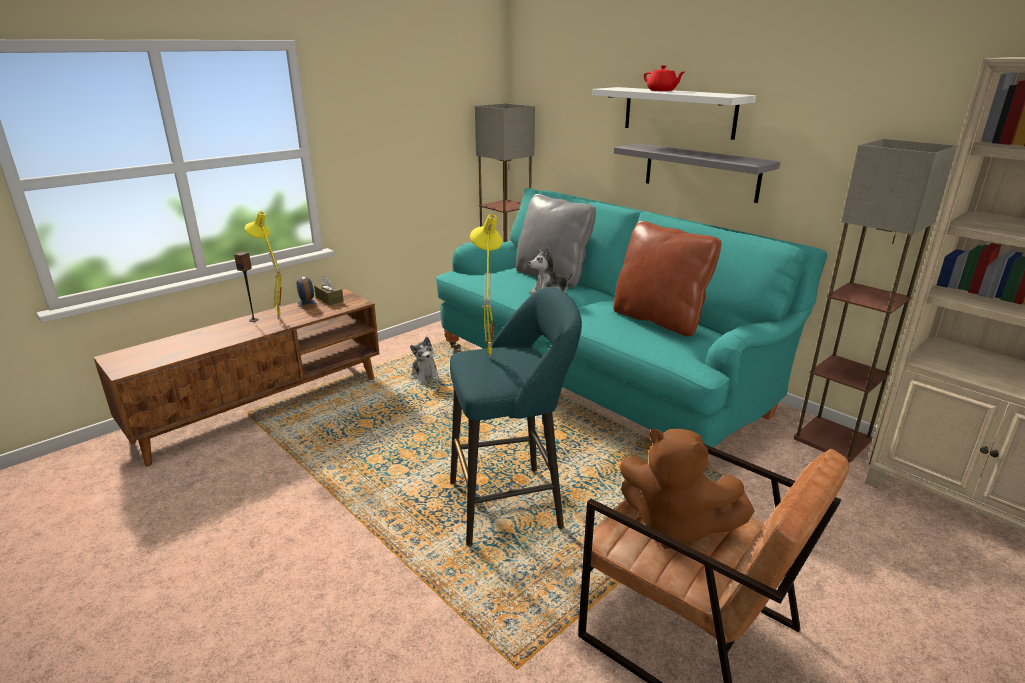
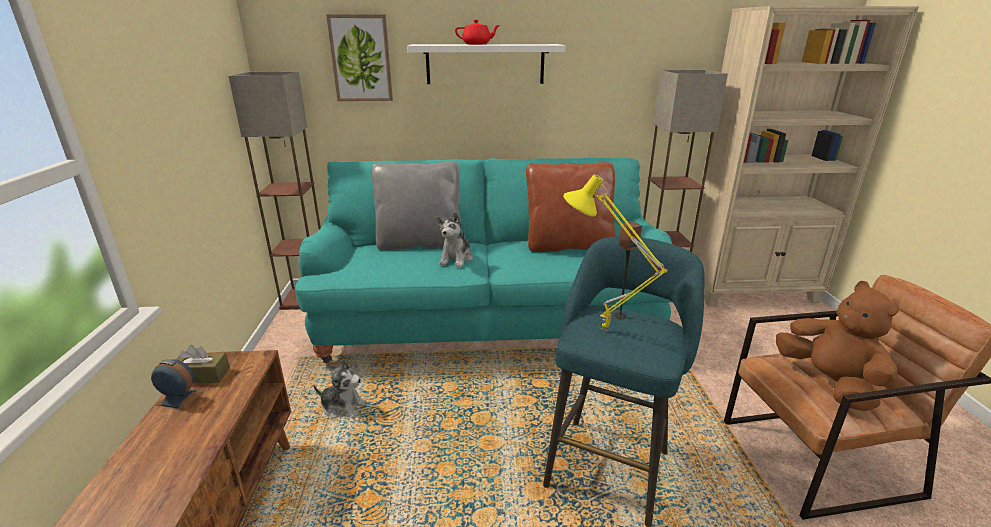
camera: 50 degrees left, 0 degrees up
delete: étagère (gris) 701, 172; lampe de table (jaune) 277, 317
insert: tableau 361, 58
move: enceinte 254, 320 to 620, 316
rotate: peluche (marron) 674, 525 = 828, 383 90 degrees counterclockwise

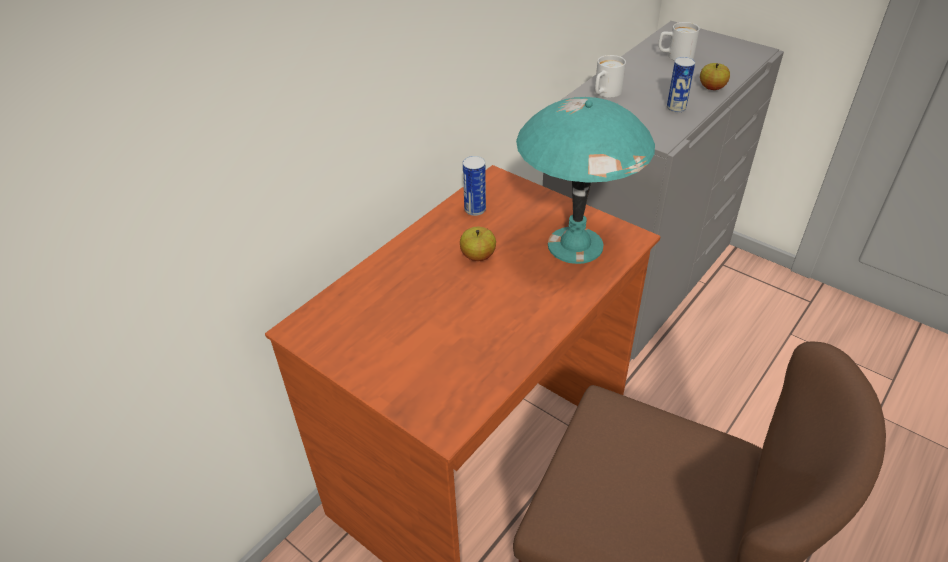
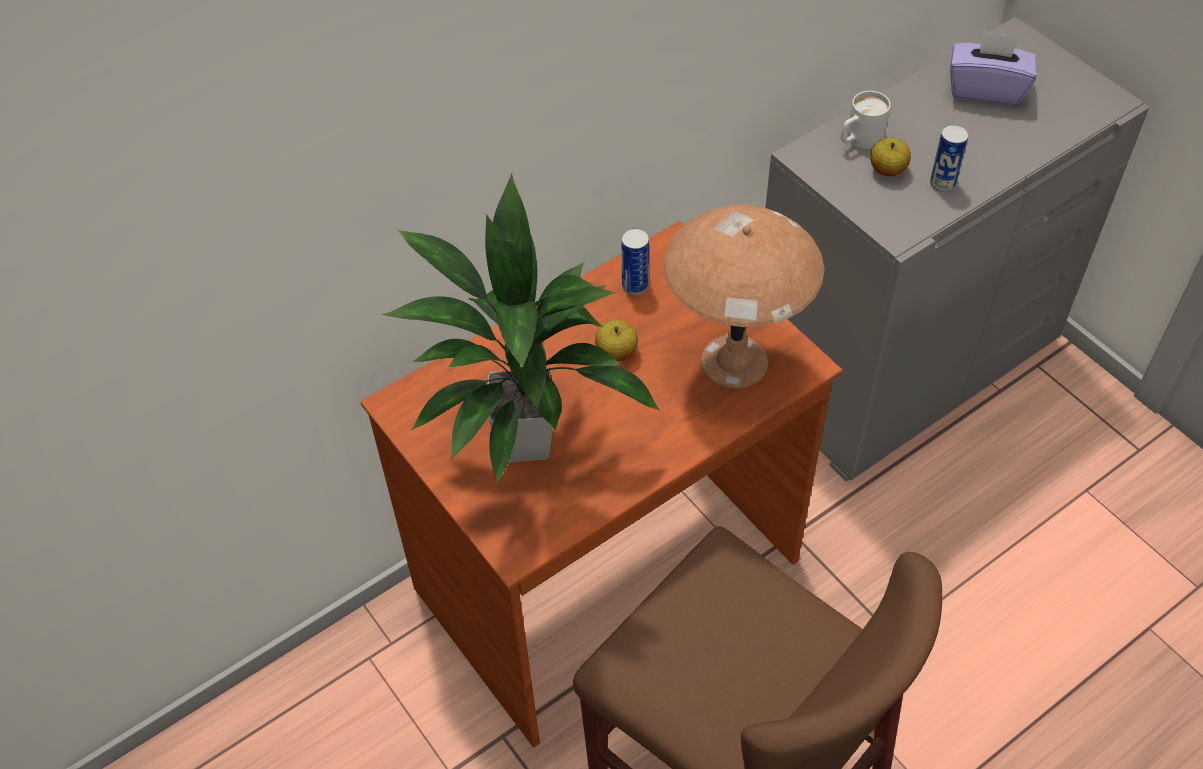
camera: 15 degrees right, 10 degrees up
insert: plante en pot 524, 445
move: pomme 712, 88 to 887, 170
replace: mug (blanc) 674, 56 to boîte à mouchoirs (violet) 986, 89
recolor: lampe de table (turquoise) 574, 244 to lampe de table (marron) 733, 361

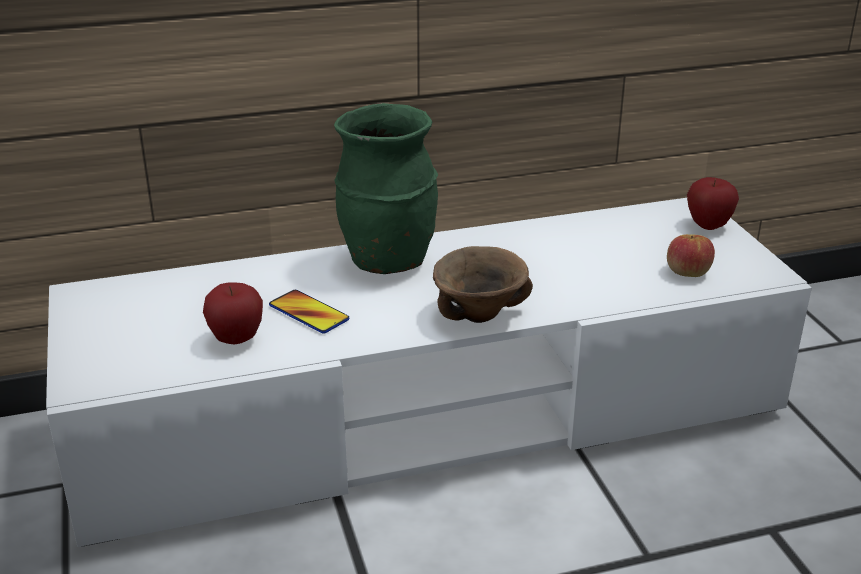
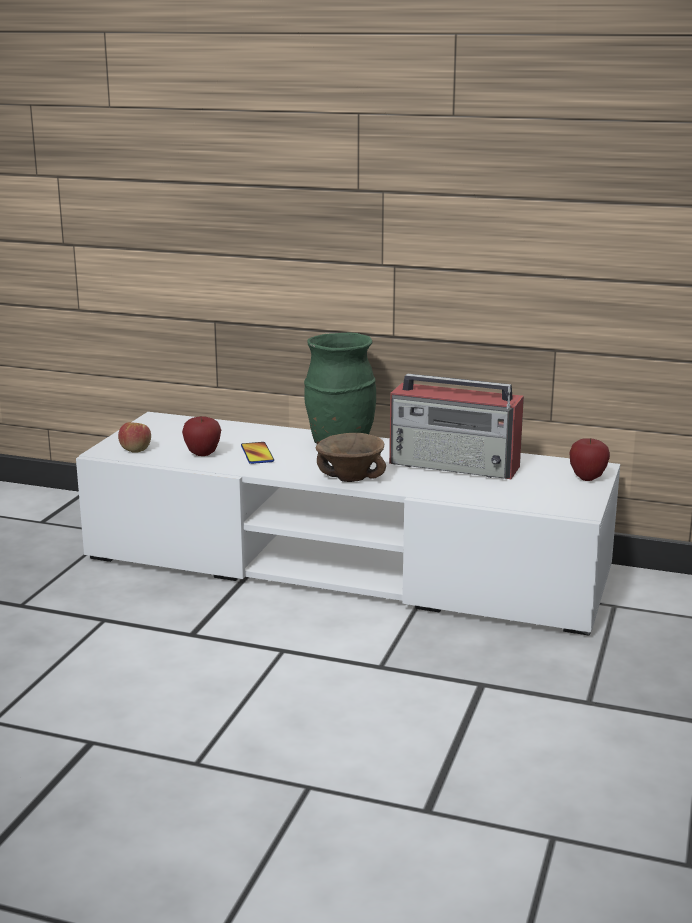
camera: 35 degrees right, 10 degrees down
insert: radio 455, 465
move: pomme 687, 272 to 135, 449

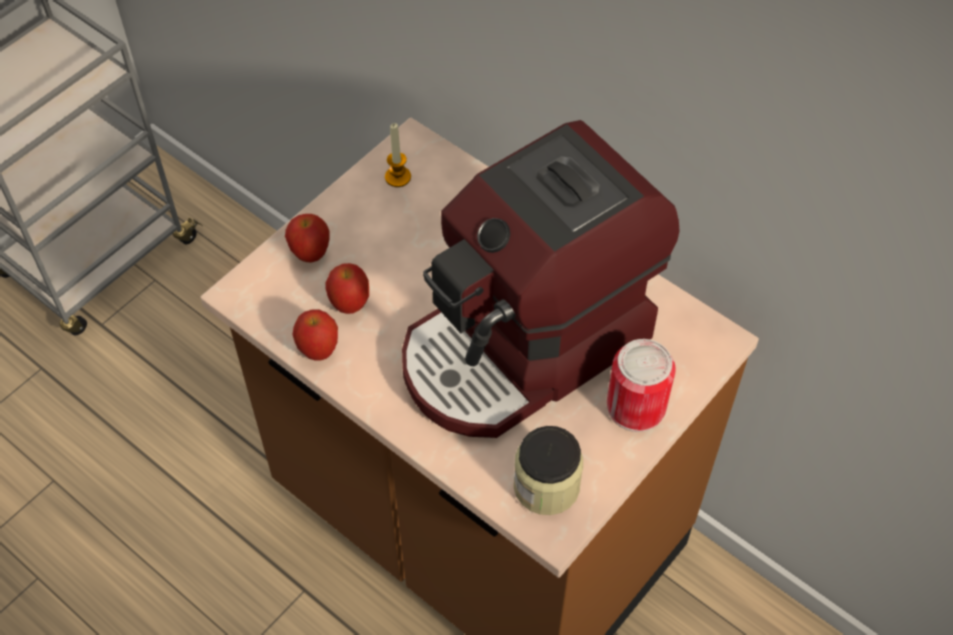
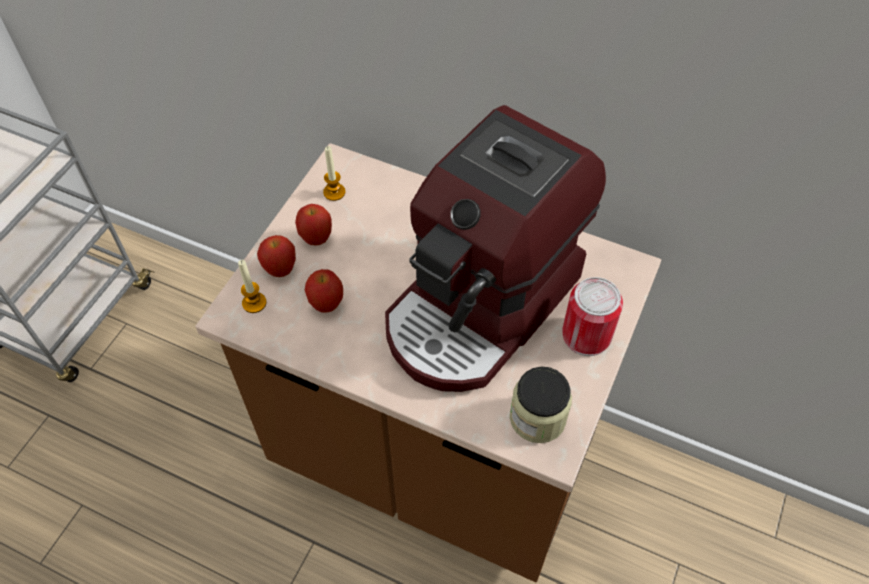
camera: 15 degrees left, 0 degrees up
insert: bougie 254, 303
move: pomme 319, 350 to 316, 239

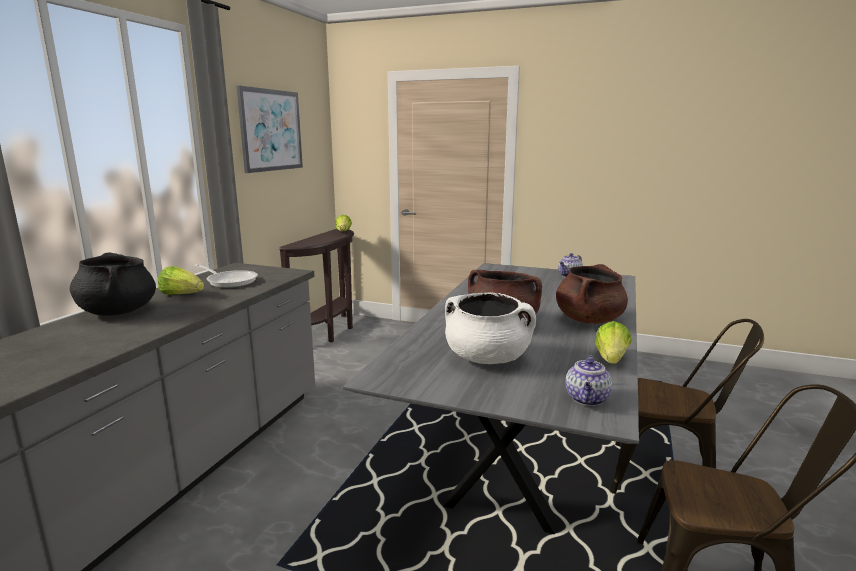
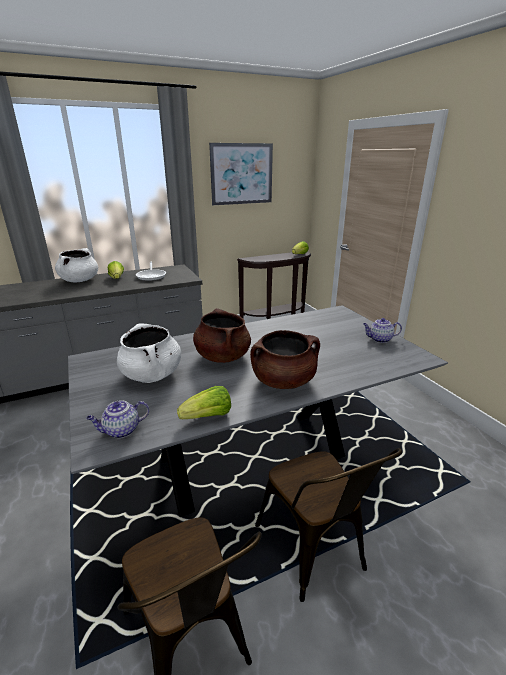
camera: 45 degrees right, 10 degrees up
recolor: marmite (noir) 118, 311 to marmite (blanc) 80, 280

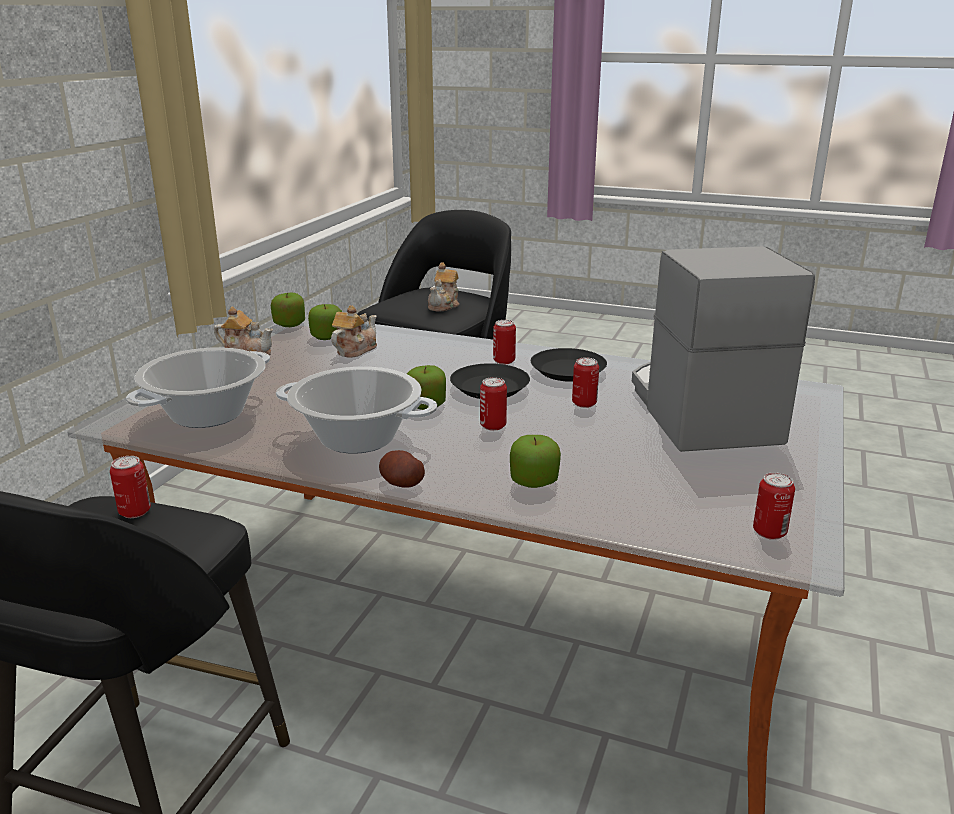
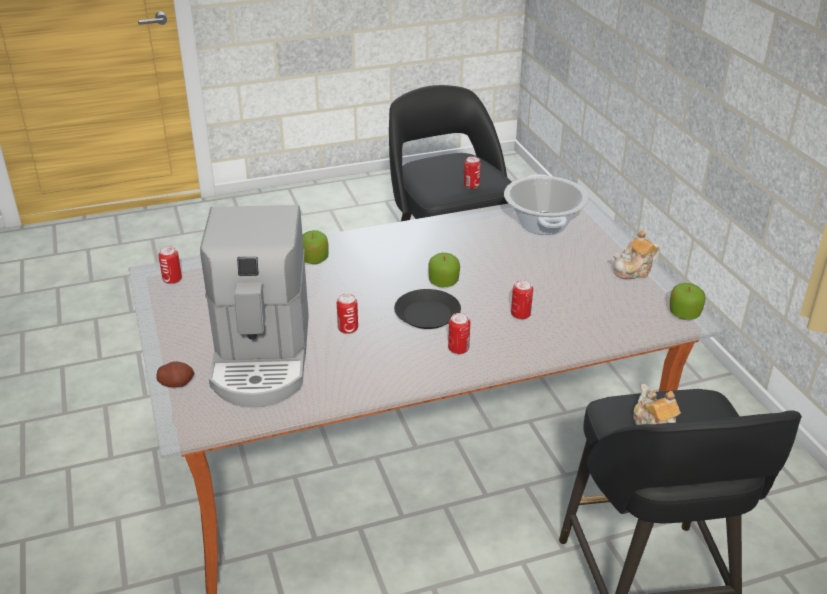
camera: 140 degrees right, 10 degrees up
delete: pomme 327, 336; théière 355, 350; assiette (noir) 569, 371; marmite 357, 438
move: boîte métallique 493, 426 to 520, 315; pomme de terre 401, 483 to 176, 383
rotate: machine à café 699, 411 = 262, 357 45 degrees clockwise

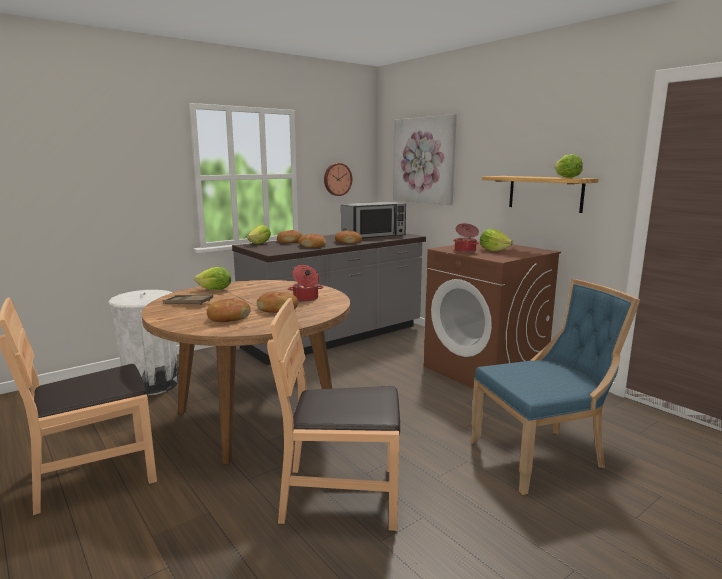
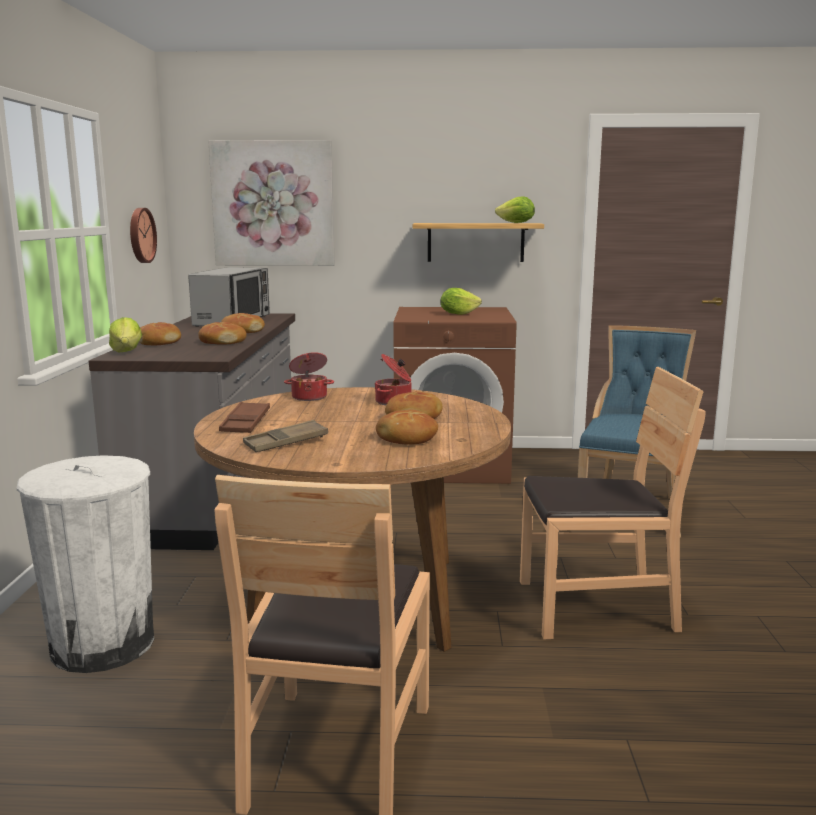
camera: 50 degrees left, 0 degrees up
move: marmite 465, 251 to 309, 397
replace: laitue 215, 290 to plateau (marron) 245, 423
rotate: chaise (marron) 341, 495 = 595, 606 135 degrees counterclockwise

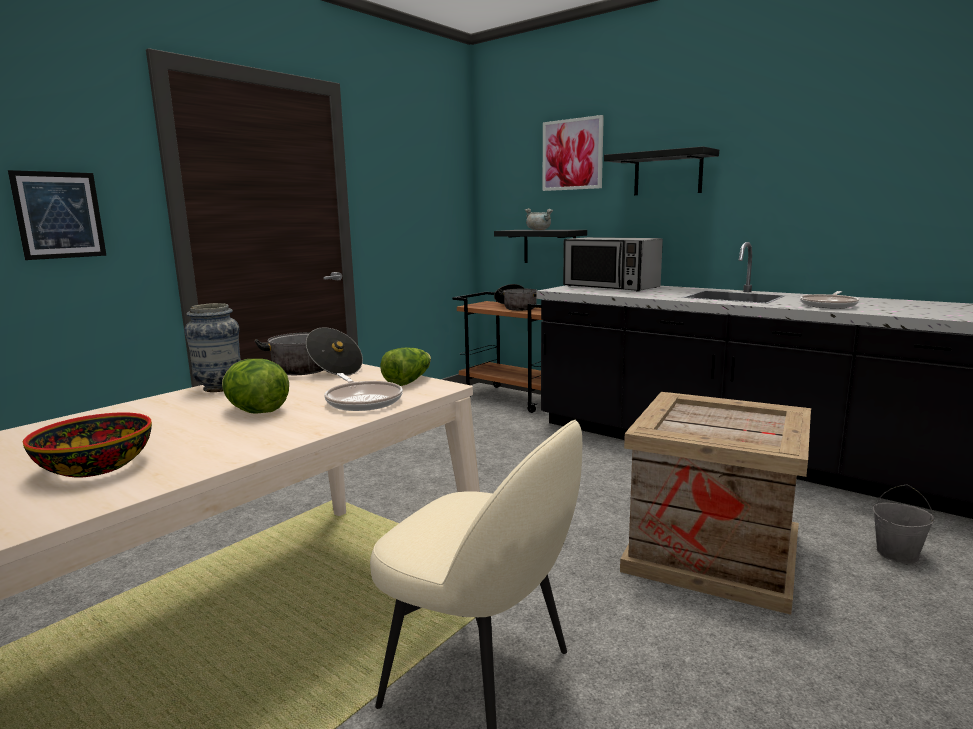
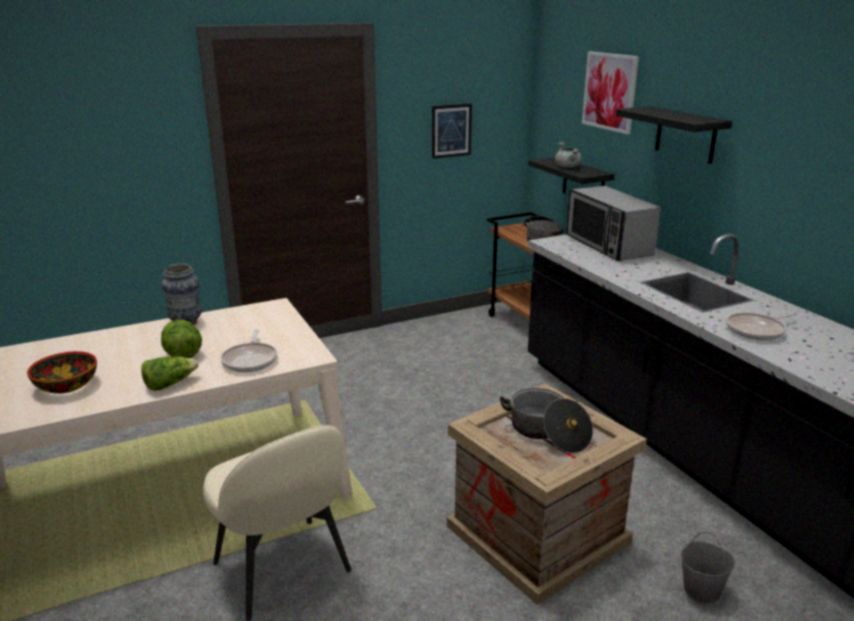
camera: 25 degrees right, 10 degrees up
move: tableau 59, 215 to 451, 131; marmite 314, 370 to 547, 432; laitue 408, 381 to 169, 384

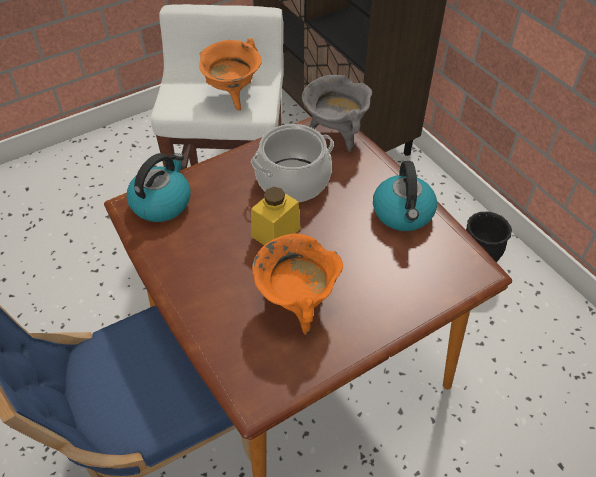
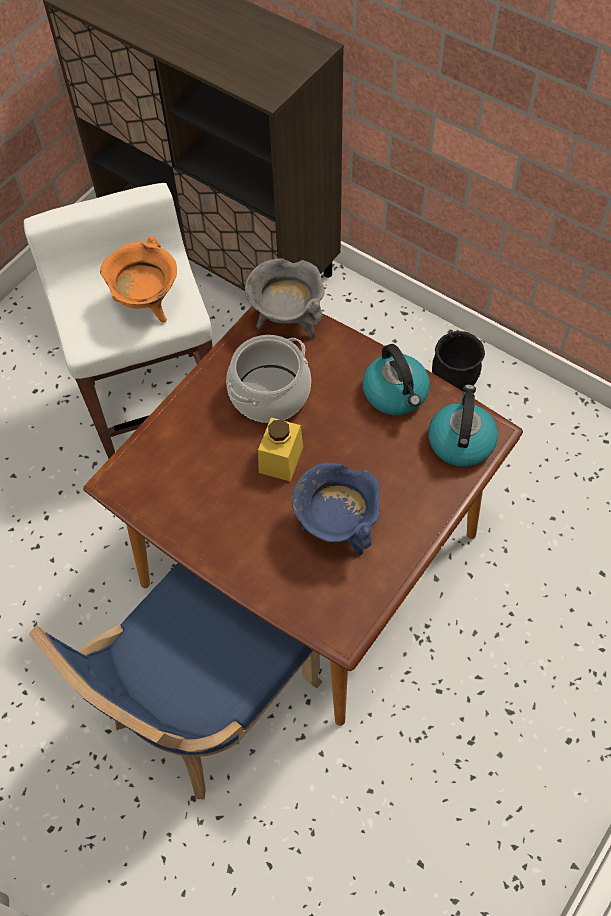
camera: 20 degrees left, 10 degrees up
move: bouilloire 161, 202 to 460, 441
recolor: marmite (orange) 296, 304 to marmite (bleu) 337, 528

